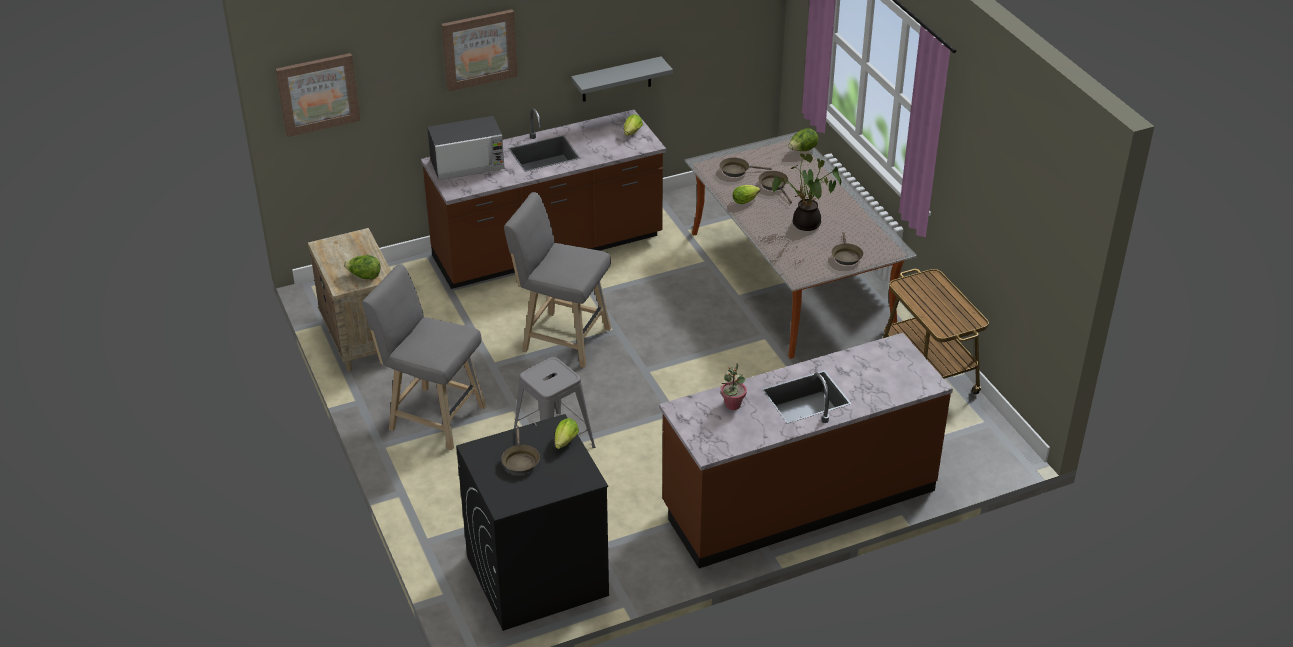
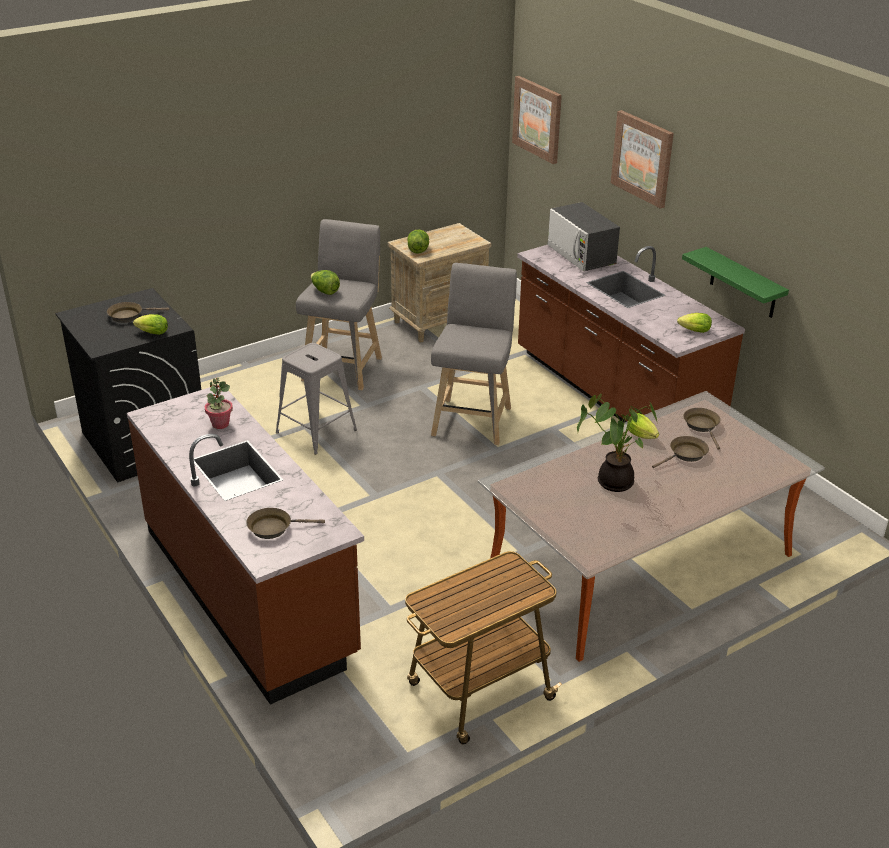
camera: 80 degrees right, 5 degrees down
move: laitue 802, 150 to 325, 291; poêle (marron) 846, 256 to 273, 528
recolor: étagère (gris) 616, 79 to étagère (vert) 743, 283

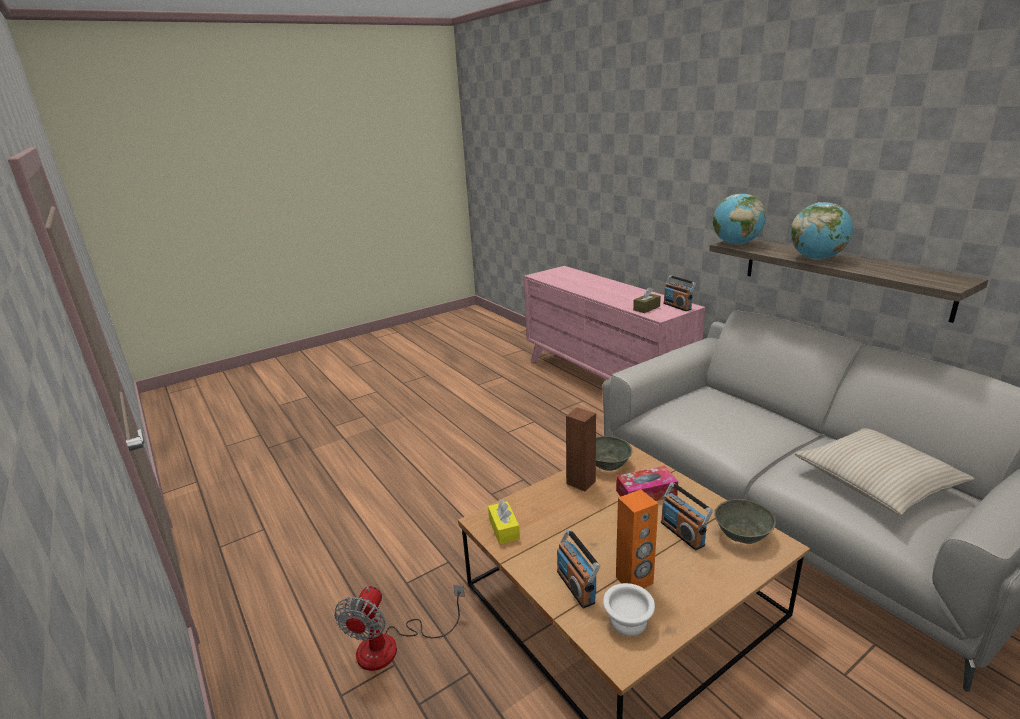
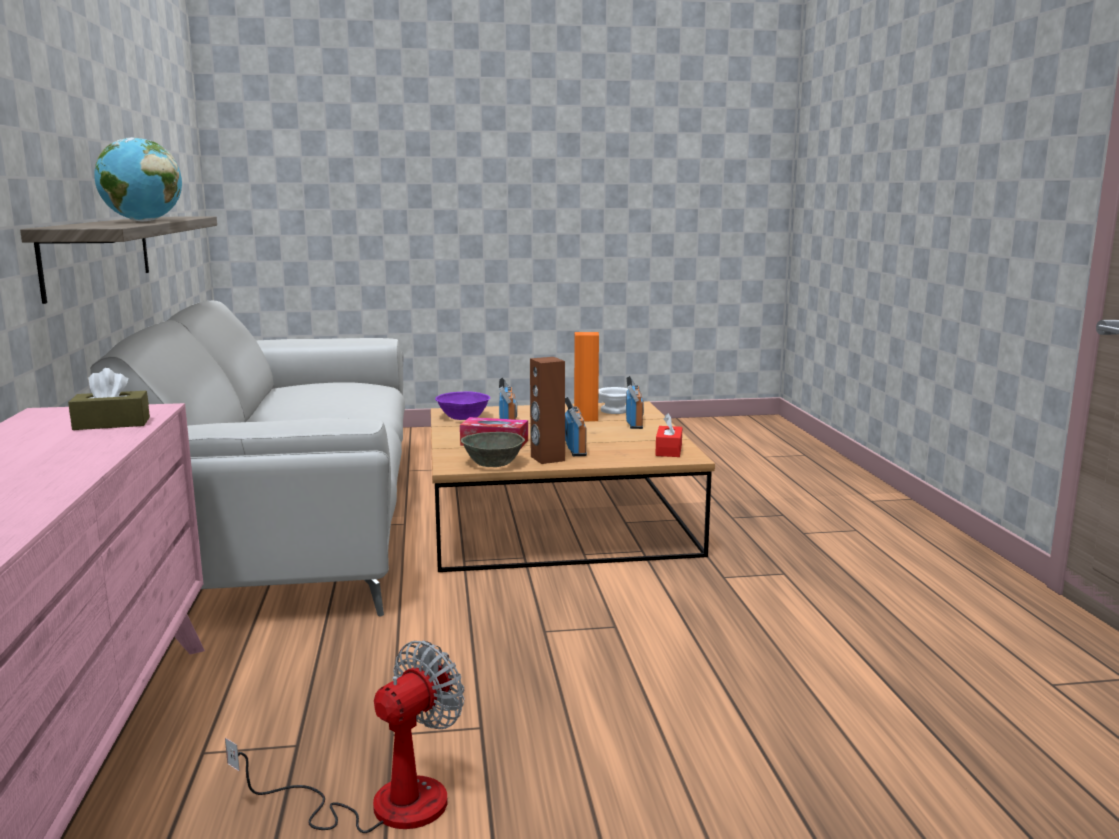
camera: 155 degrees left, 10 degrees down
delete: globe 736, 244; coussin (beige) 876, 480
move: radio 677, 306 to 575, 449; ventilateur 392, 646 to 381, 804
recolor: boîte à mouchoirs (jaune) 504, 529 to boîte à mouchoirs (rouge) 668, 450; bol (gris) 741, 534 to bol (violet) 463, 417

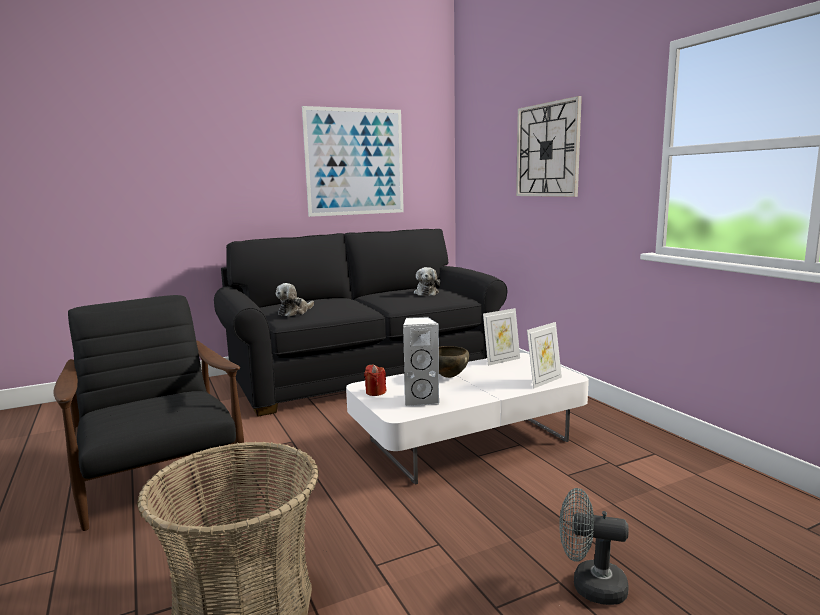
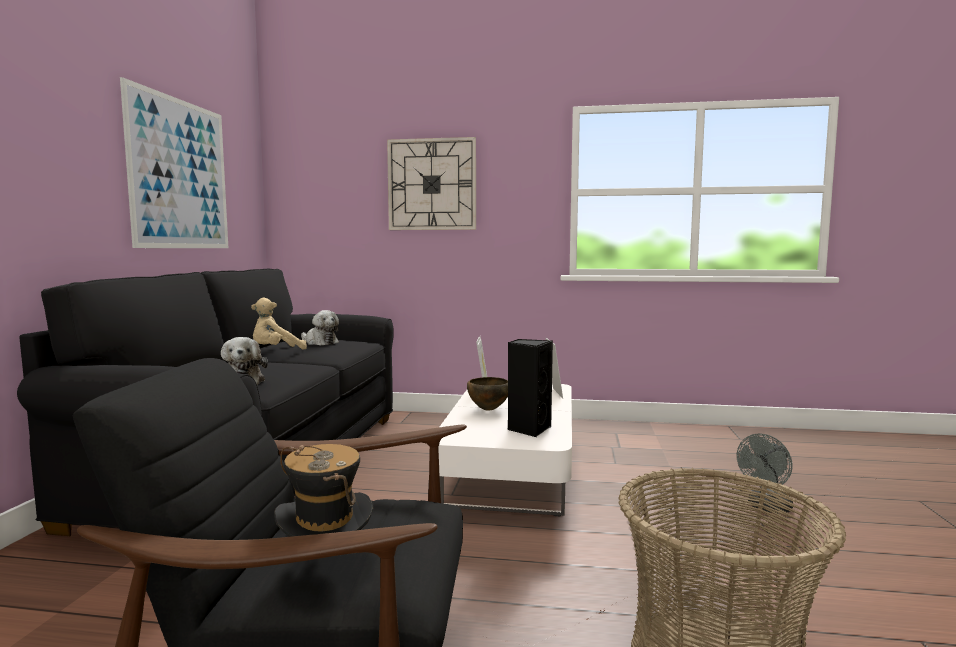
camera: 55 degrees left, 5 degrees down
delete: bougie (rouge) 375, 392
insert: peluche (beige) 276, 351; chapeau 326, 565
recolor: enceinte (blanc) 421, 400 to enceinte (noir) 528, 429

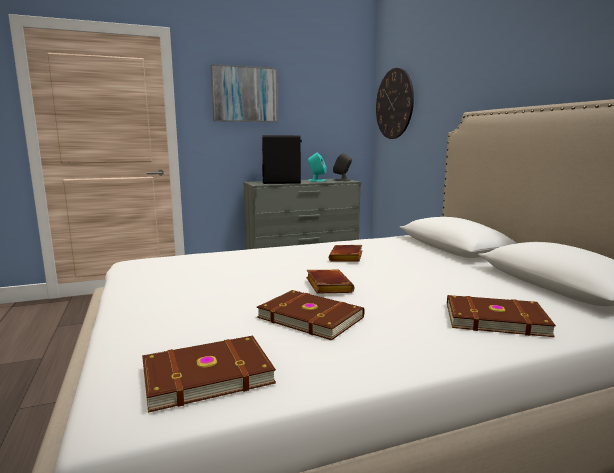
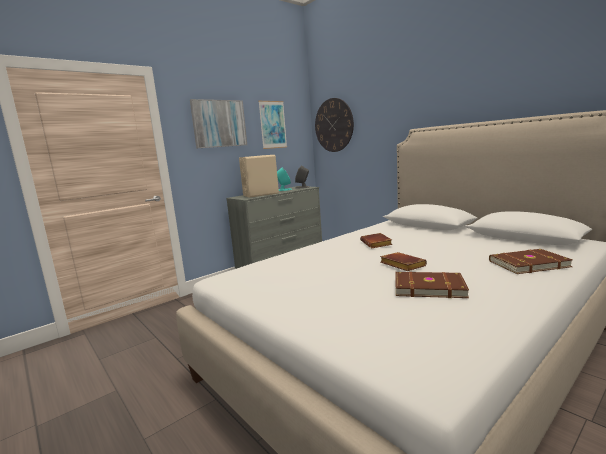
camera: 20 degrees left, 0 degrees up
delete: livre (marron) 206, 374
insert: tableau 273, 124
recolor: enceinte (noir) 282, 182 to enceinte (beige) 261, 194

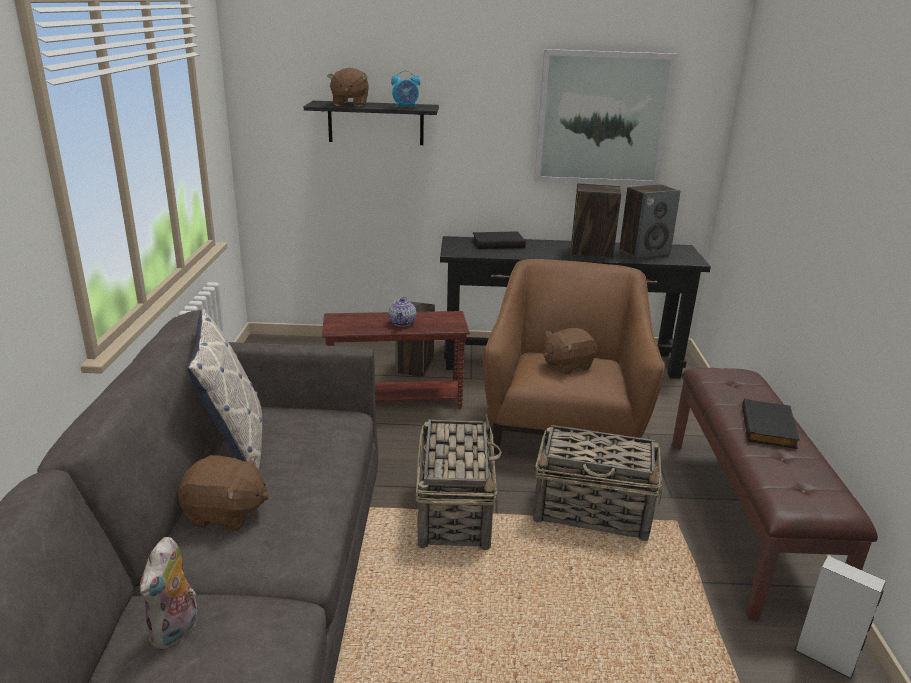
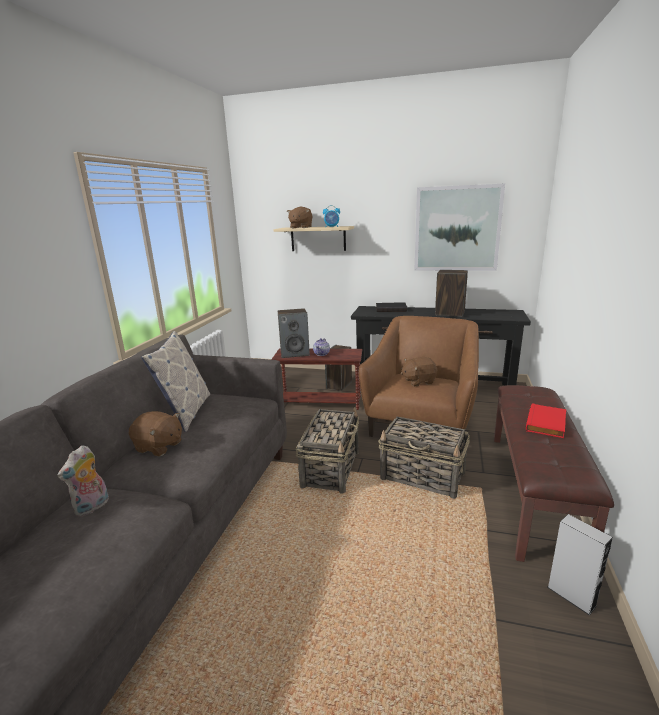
camera: 15 degrees right, 5 degrees down
move: enceinte 644, 252 to 295, 353
recolor: étagère (noir) 376, 123 to étagère (beige) 318, 239; livre (noir) 770, 428 to livre (rouge) 547, 423

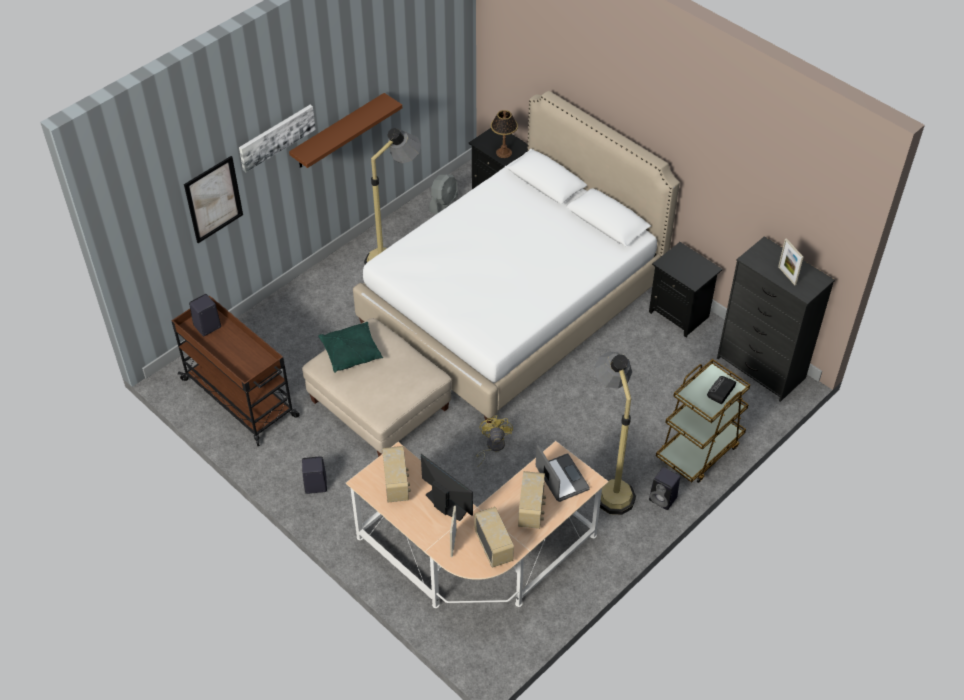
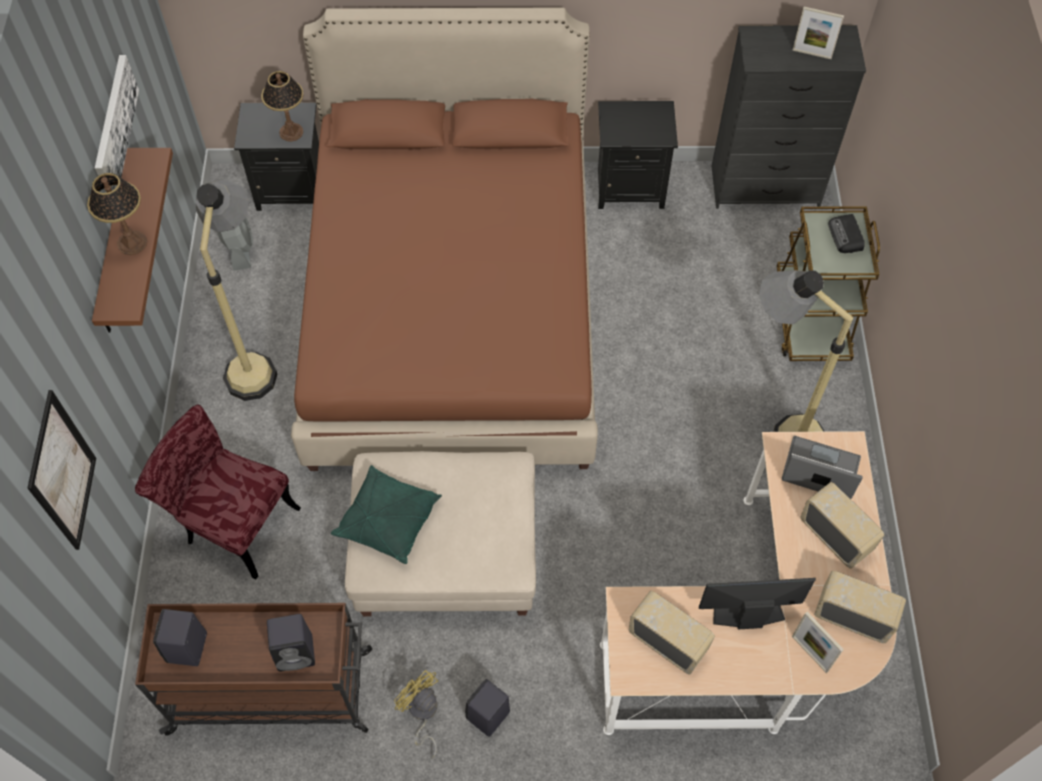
camera: 45 degrees left, 10 degrees up
insert: lampe de table 132, 243; chaise (rouge) 233, 521
move: tableau 276, 137 to 114, 127; ventilateur (jaune) 492, 447 to 422, 713; enceinte (noir) 664, 499 to 297, 652
recolor: lit (blanc) 512, 303 to lit (marron) 452, 309

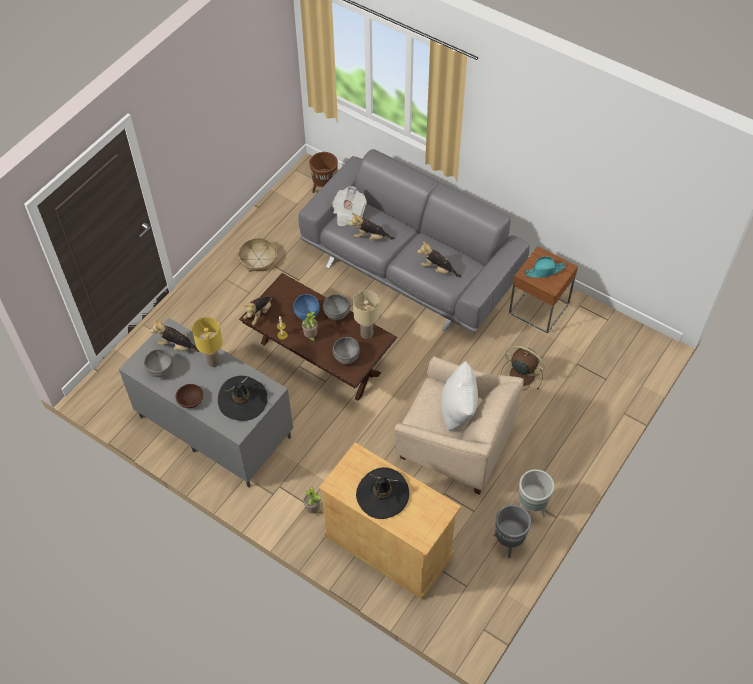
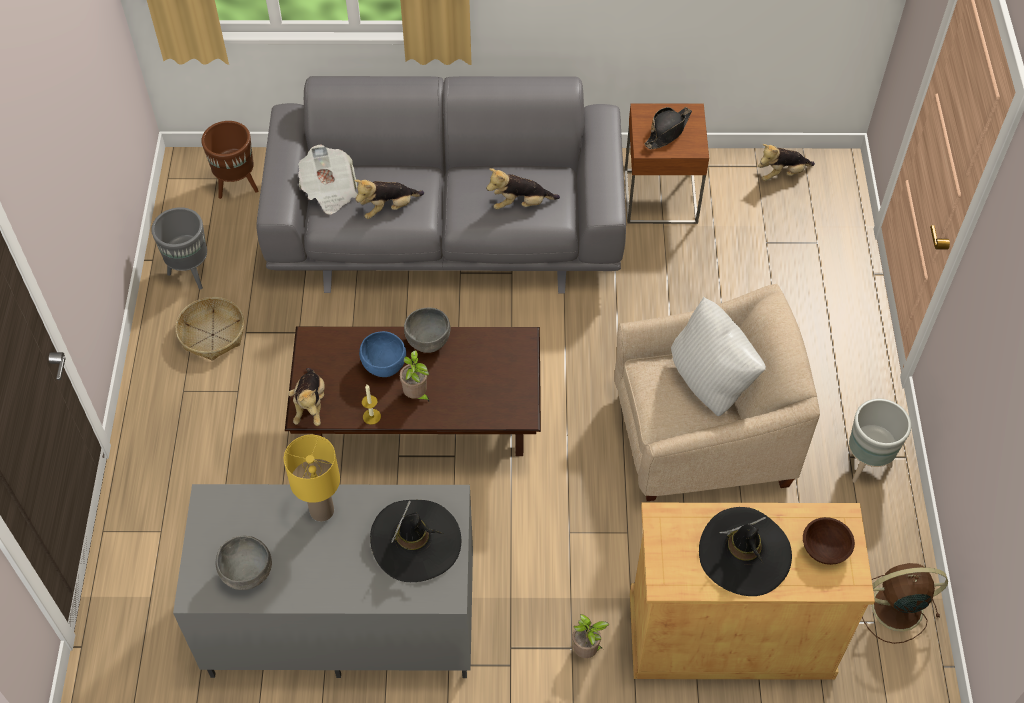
camera: 35 degrees left, 0 degrees up
delete: lampe de table (beige) 367, 333; bol (gris) 346, 357
move: peluche 178, 346 to 782, 174; ventilateur (marron) 520, 374 to 894, 607; bol (marron) 191, 400 to 825, 547; cache-pot (gris) 508, 542 to 190, 273
recolor: chapeau (turquoise) 544, 271 to chapeau (noir) 667, 131

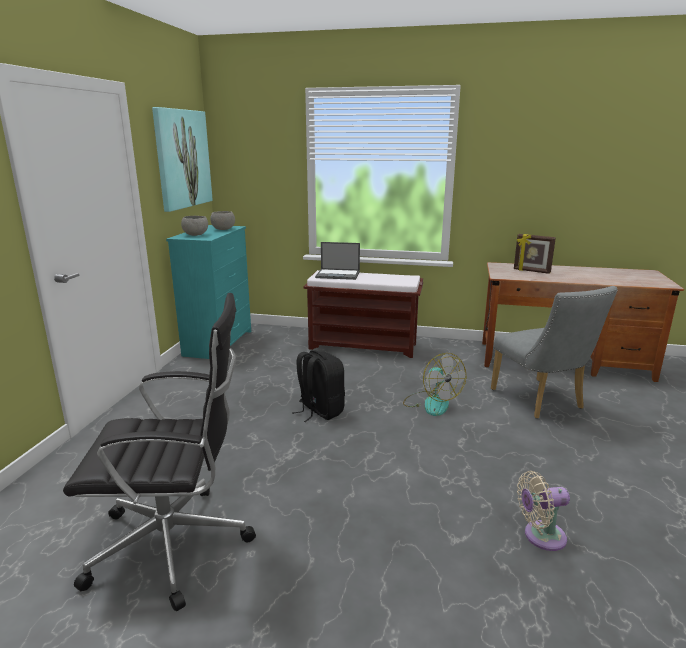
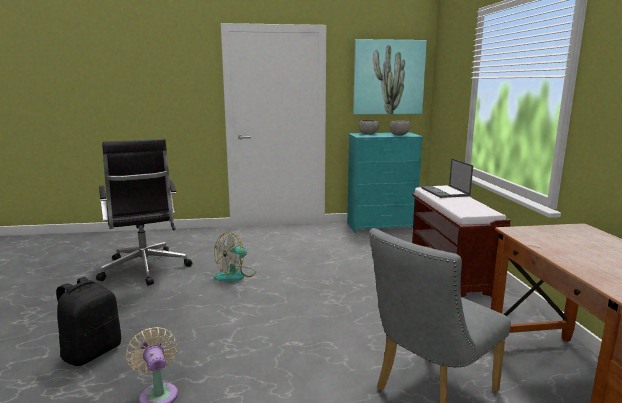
camera: 70 degrees right, 5 degrees down
delete: cadre photo 531, 271
move: sac à dos (noir) 319, 411 to 92, 352; ventilateur 431, 403 to 235, 275

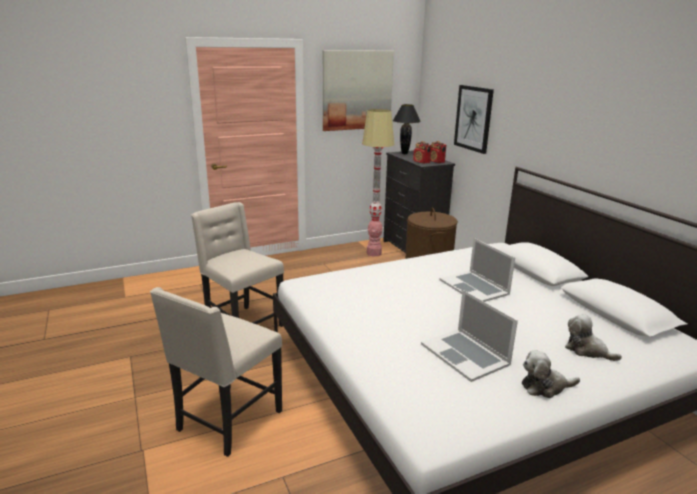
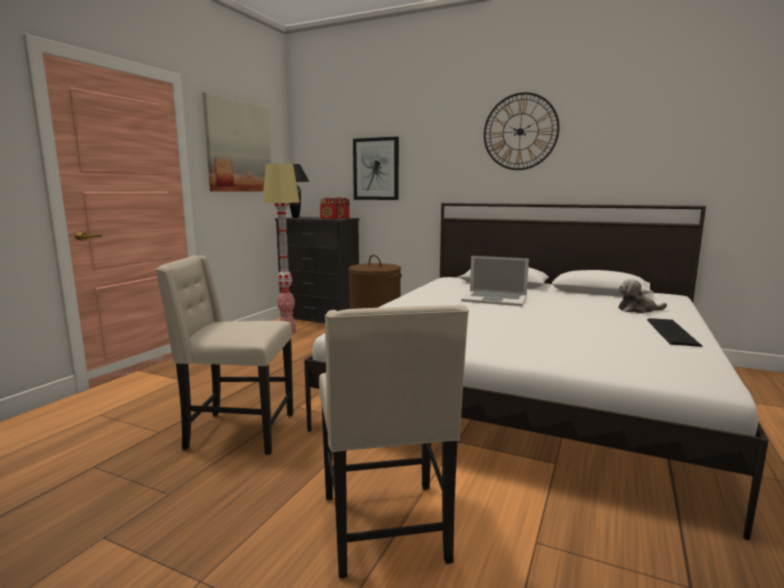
camera: 40 degrees left, 10 degrees down
delete: ordinateur portable 465, 354
insert: horloge murale 520, 132
replace: peluche 545, 387 to clavier 673, 332

